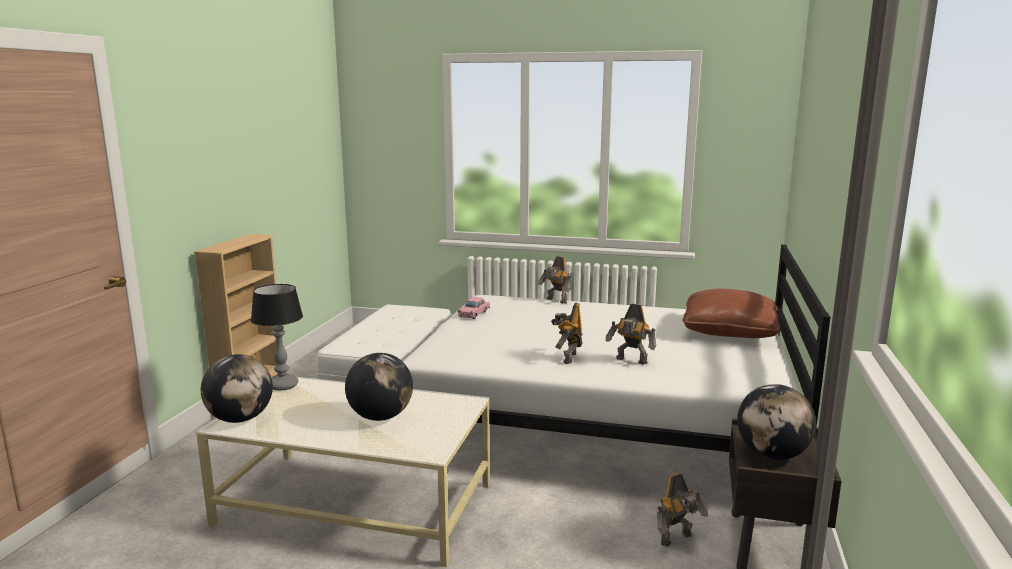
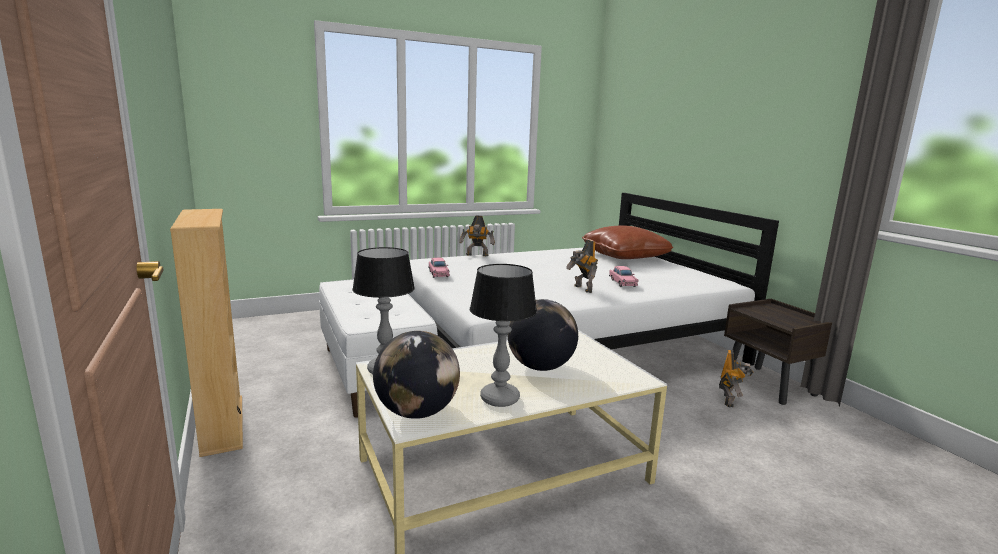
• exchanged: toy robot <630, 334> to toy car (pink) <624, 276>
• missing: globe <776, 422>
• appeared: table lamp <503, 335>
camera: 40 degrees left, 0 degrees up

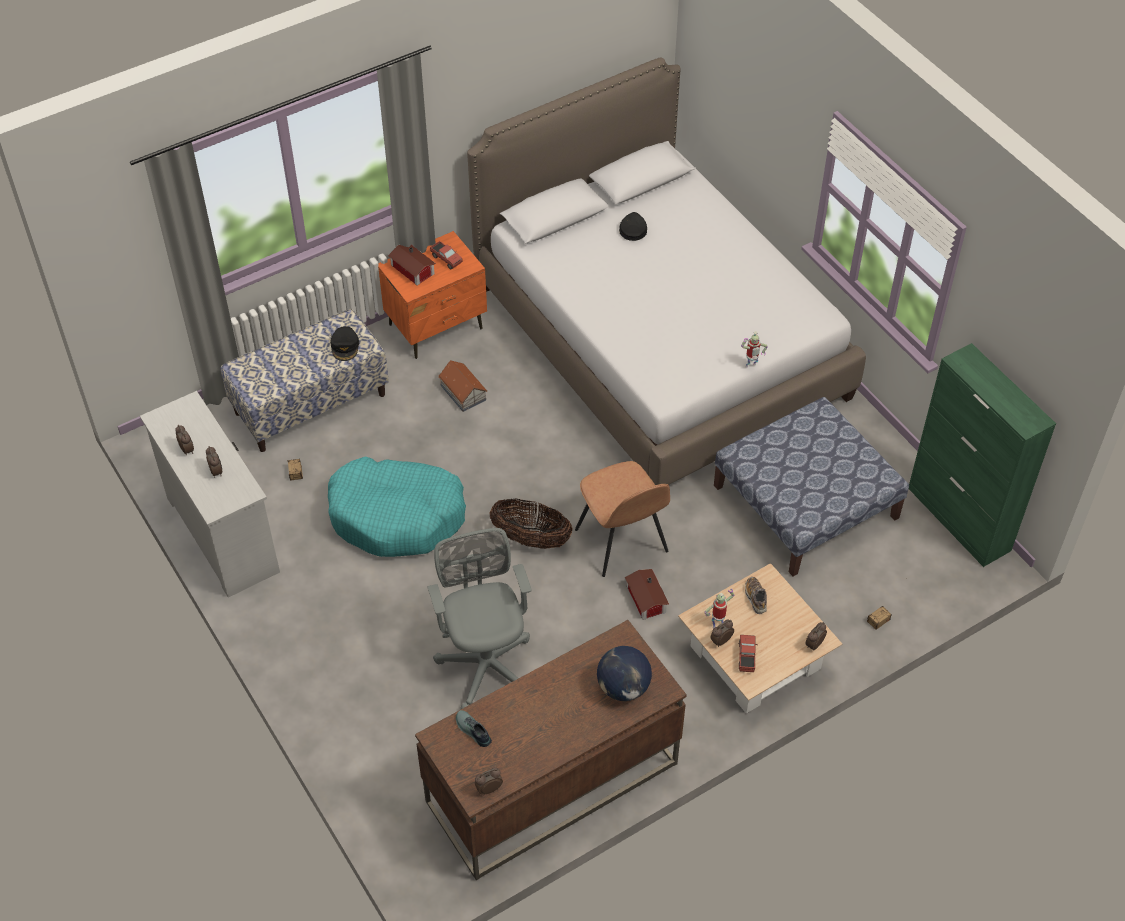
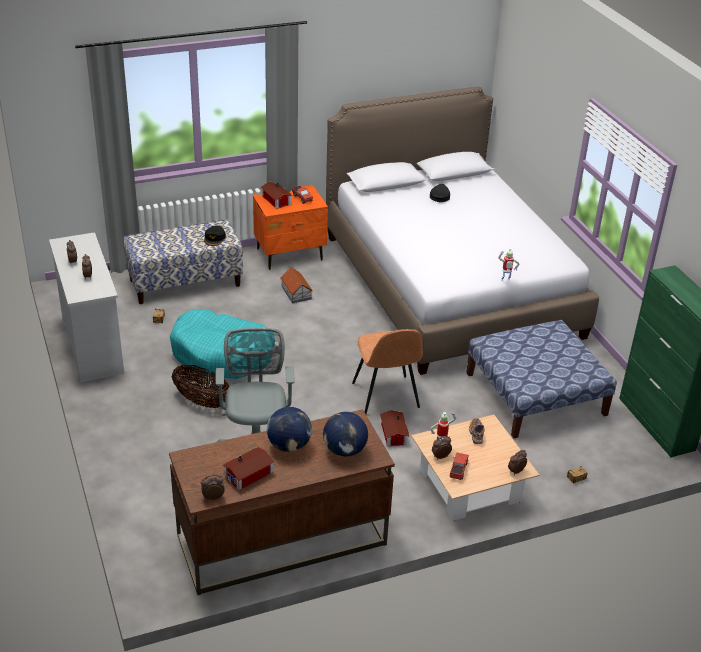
• relocated: basket <531, 524> to <201, 386>
• missing: shoe <474, 728>
• appeared: globe <289, 429>
• appeared: toy house <249, 468>
camera: 10 degrees right, 15 degrees down

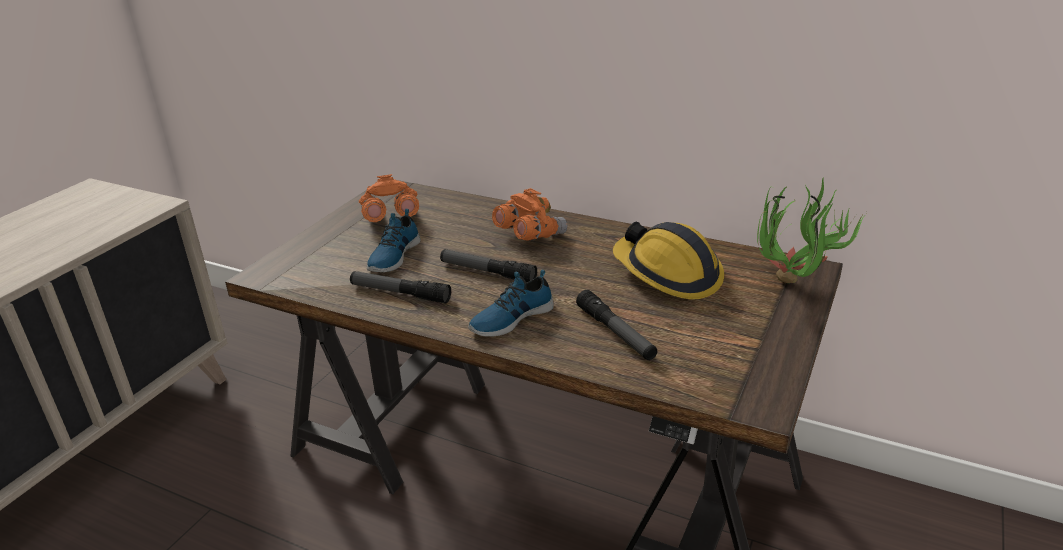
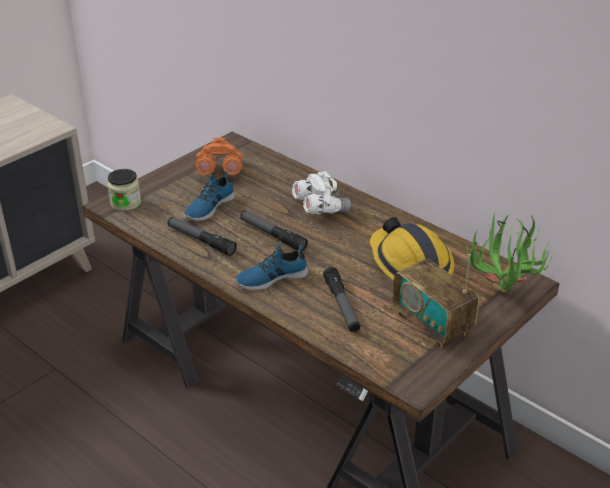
• colour: binoculars (orange) <529, 214> to binoculars (white) <321, 192>
• appeared: jar <124, 190>
• appeared: radio <435, 301>
camera: 15 degrees right, 5 degrees up

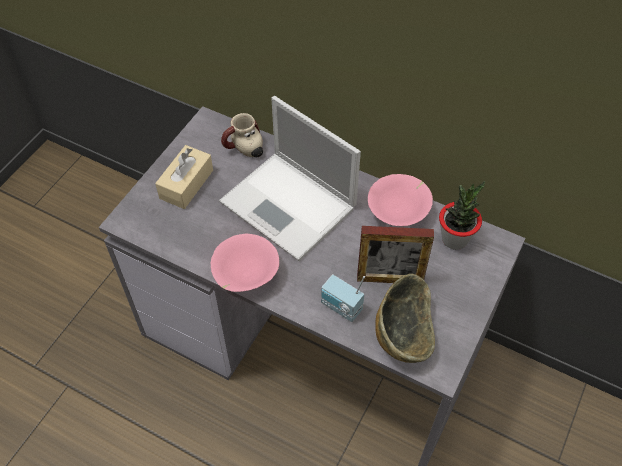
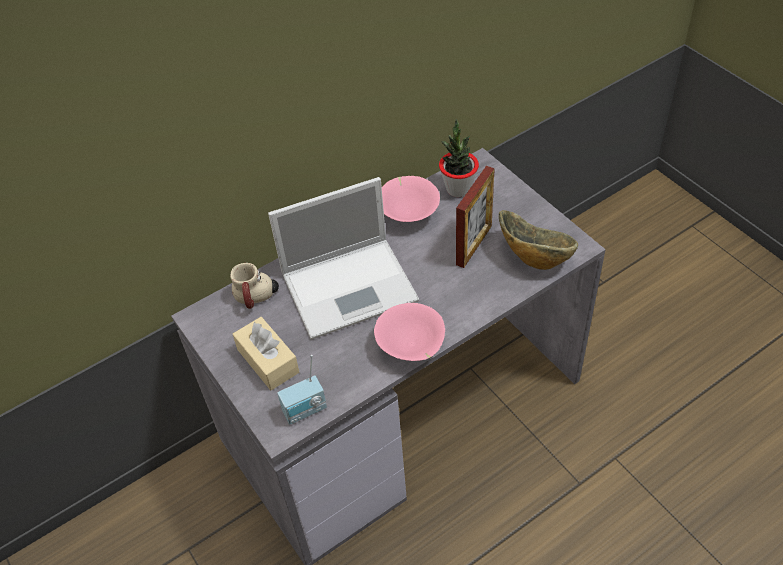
• relocated: radio <343, 298> to <302, 390>
camera: 60 degrees left, 5 degrees down

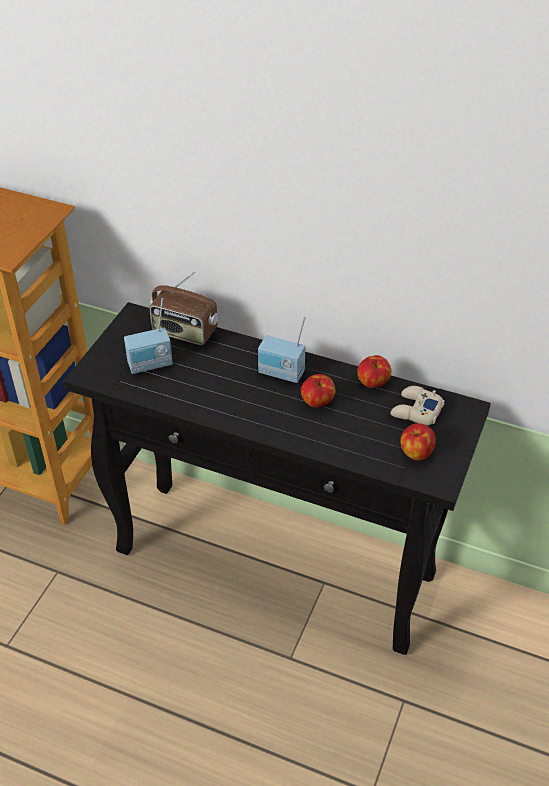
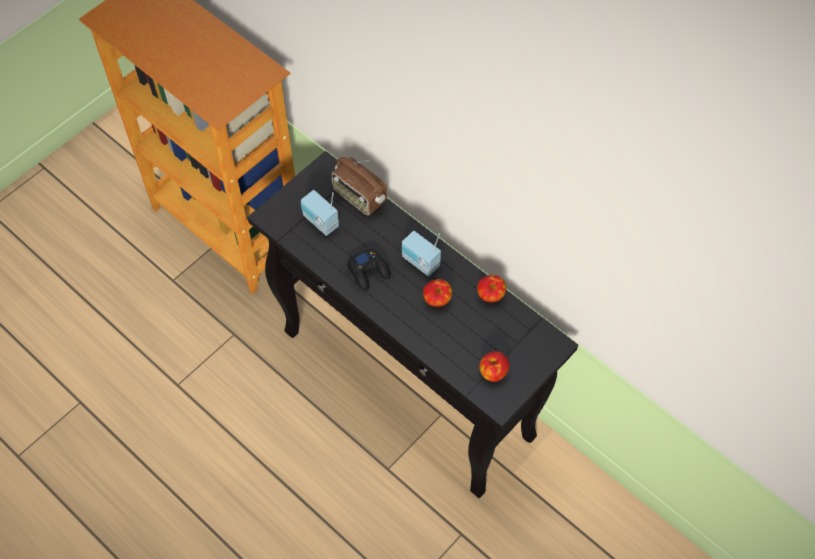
• spun: radio <148, 336> = <320, 213> 45 degrees clockwise
• missing: game controller (beige) <417, 405>
• appeared: game controller (black) <369, 269>
camera: 20 degrees right, 15 degrees up

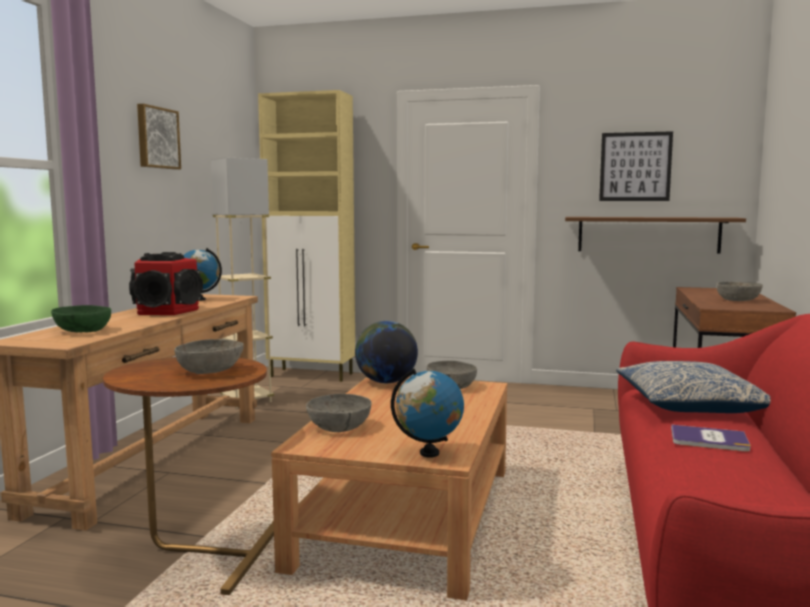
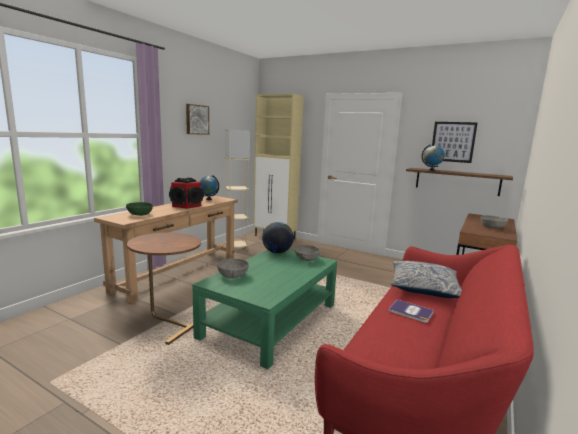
• missing: bowl (grey) <209, 356>
• relocated: globe <427, 413> to <433, 158>
• colour: coffee table (brown) <389, 488> to coffee table (green) <264, 309>
camera: 15 degrees right, 5 degrees up

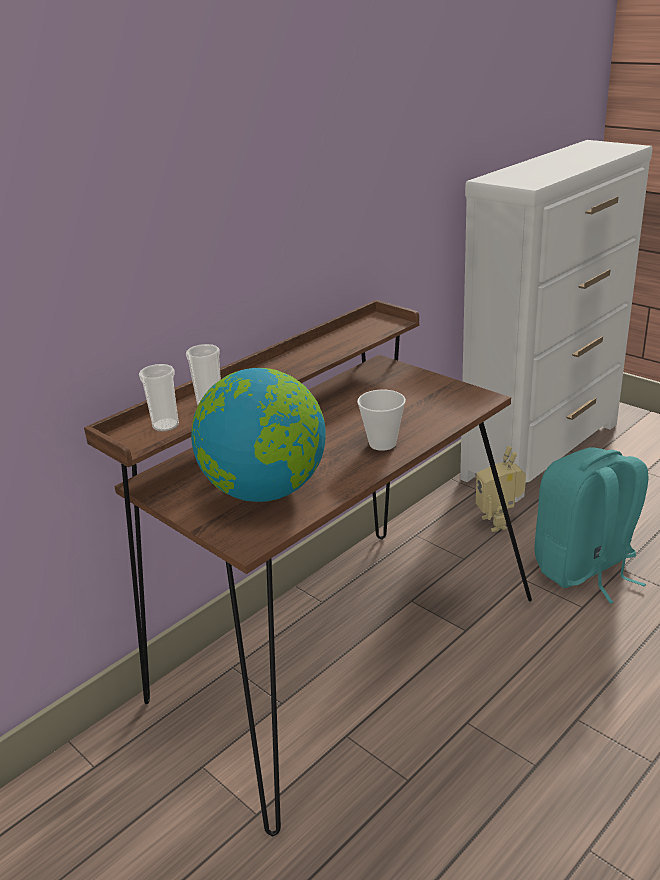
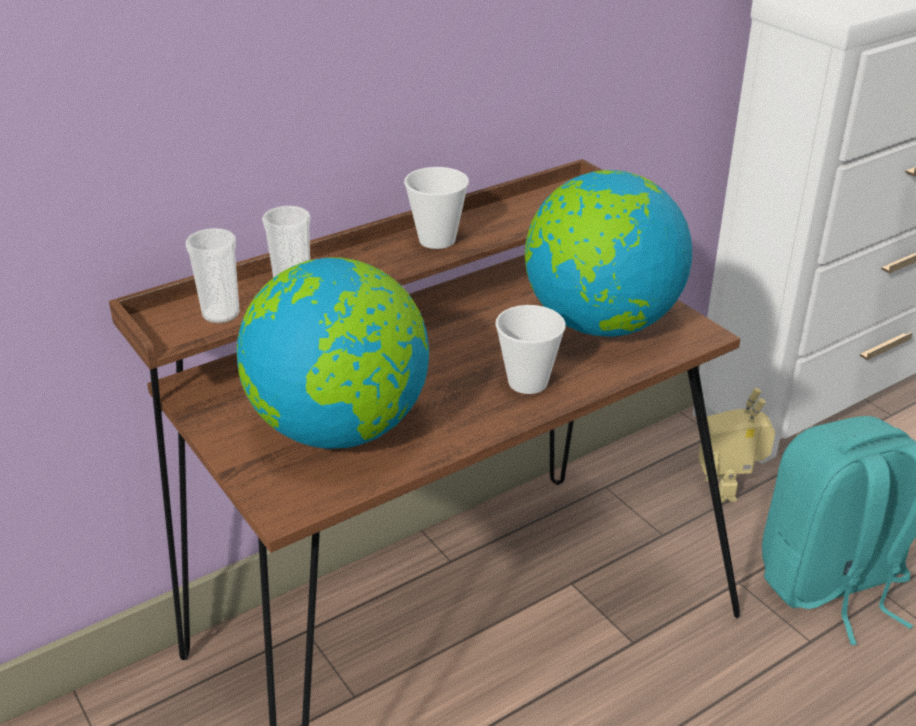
• appeared: cup <436, 208>
• appeared: globe <608, 253>
camera: 10 degrees right, 5 degrees up

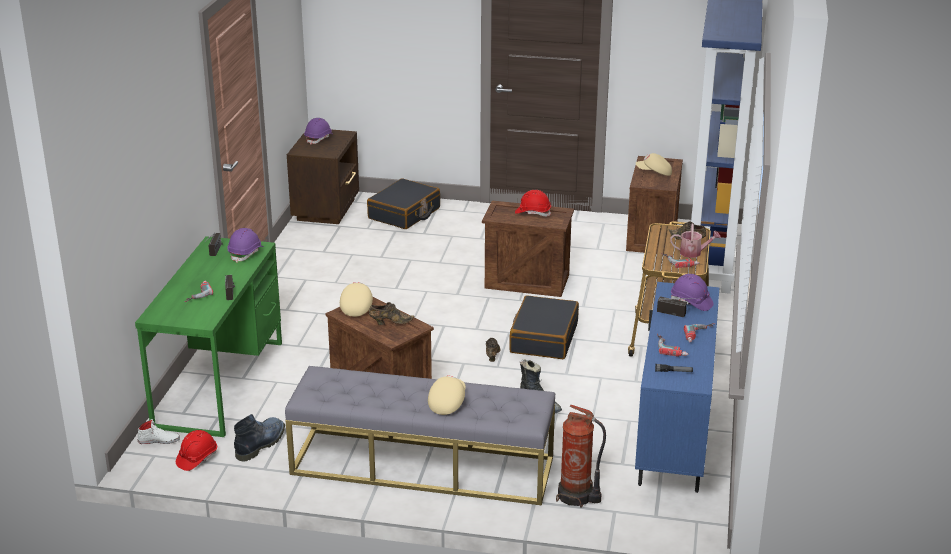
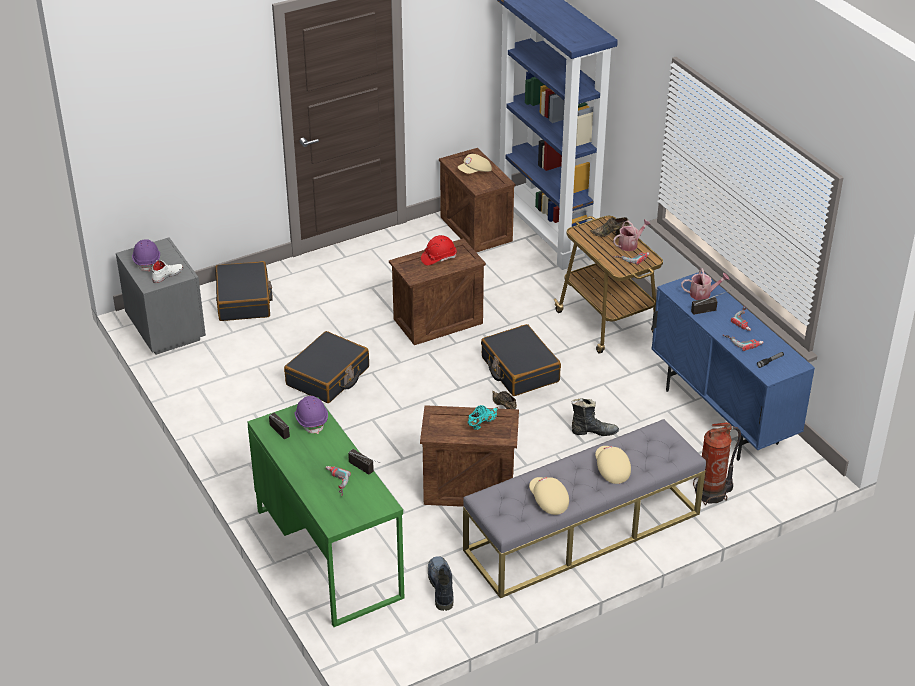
• colour: nightstand (brown) <323, 177> to nightstand (grey) <161, 296>
• exchanged: hard hat (purple) <692, 292> to watering can <705, 284>
• relocated: cap (beige) <356, 299> to <549, 496>
• colour: shoe (brown) <392, 313> to shoe (turquoise) <483, 417>
• relocated: shoe (white) <159, 431> to <167, 271>
• missing: hard hat (red) <196, 450>
• appeared: suitcase (black) <326, 367>
camera: 40 degrees left, 10 degrees up

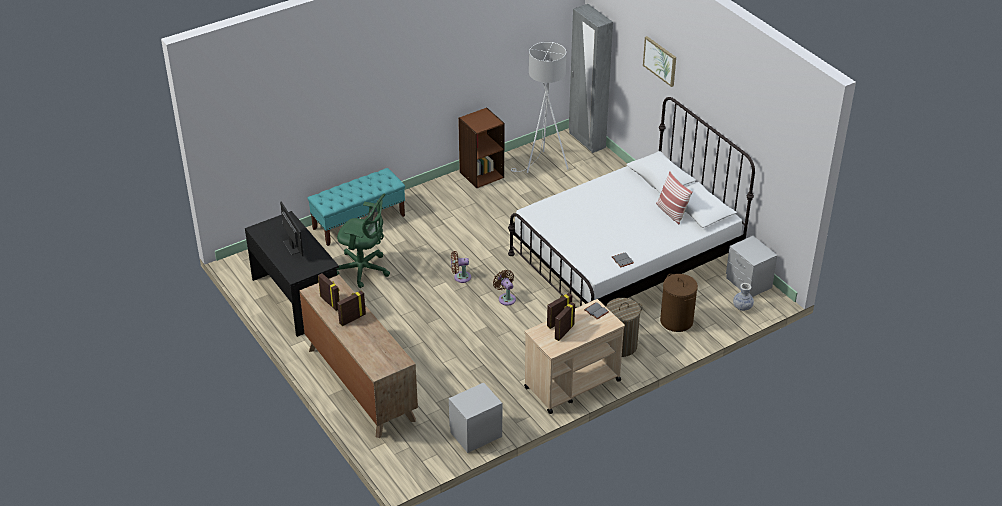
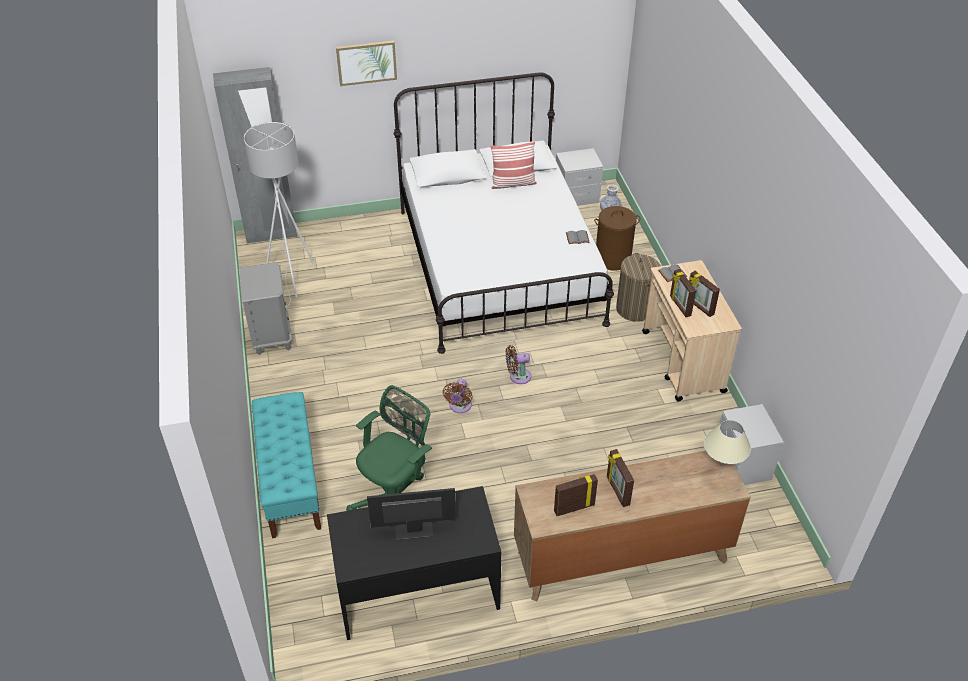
• exchanged: bookcase (brown) <481, 147> to nightstand (grey) <265, 309>
• appeared: table lamp (beige) <727, 448>
camera: 70 degrees left, 5 degrees up

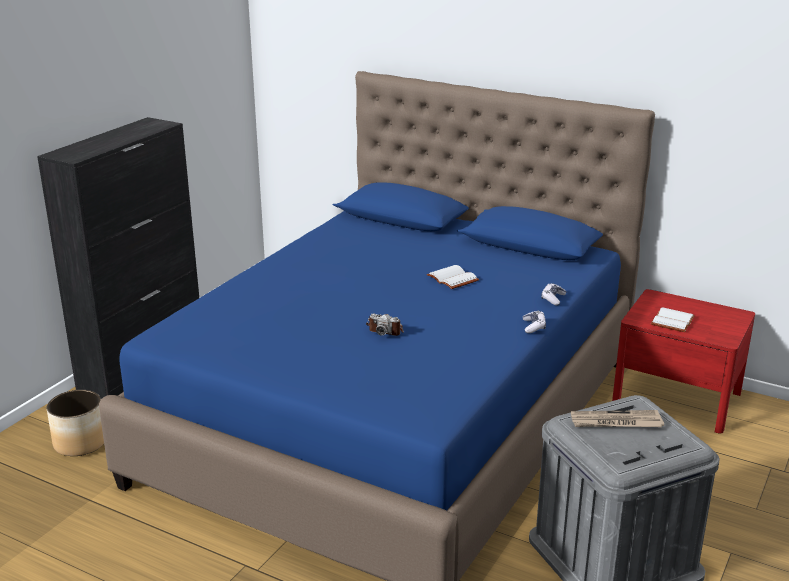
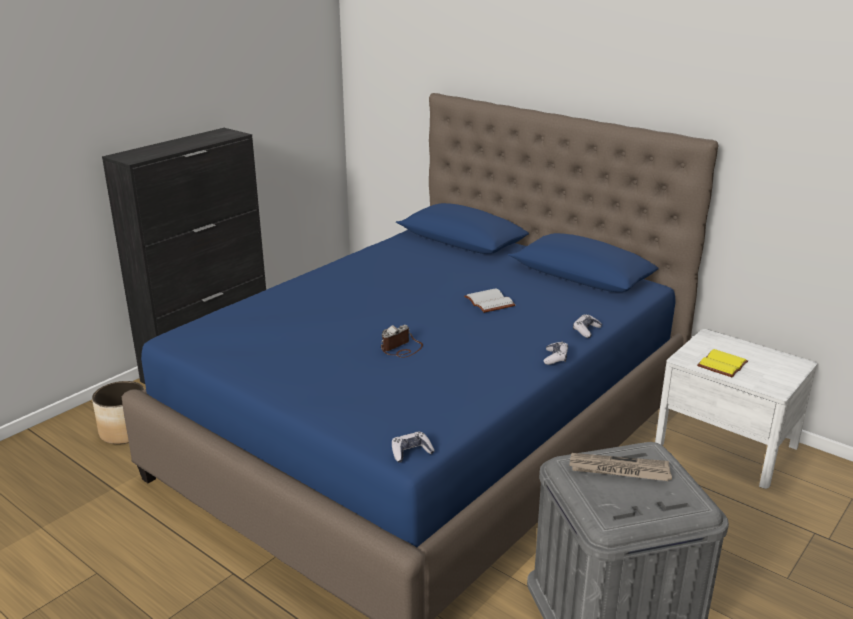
• colour: nightstand (red) <683, 361> to nightstand (white) <736, 409>
• colour: book (white) <673, 319> to book (yellow) <722, 363>
• spun: photo camera <385, 324> = <402, 341> 105 degrees clockwise
• appeared: game controller <413, 447>
camera: 10 degrees right, 0 degrees up

